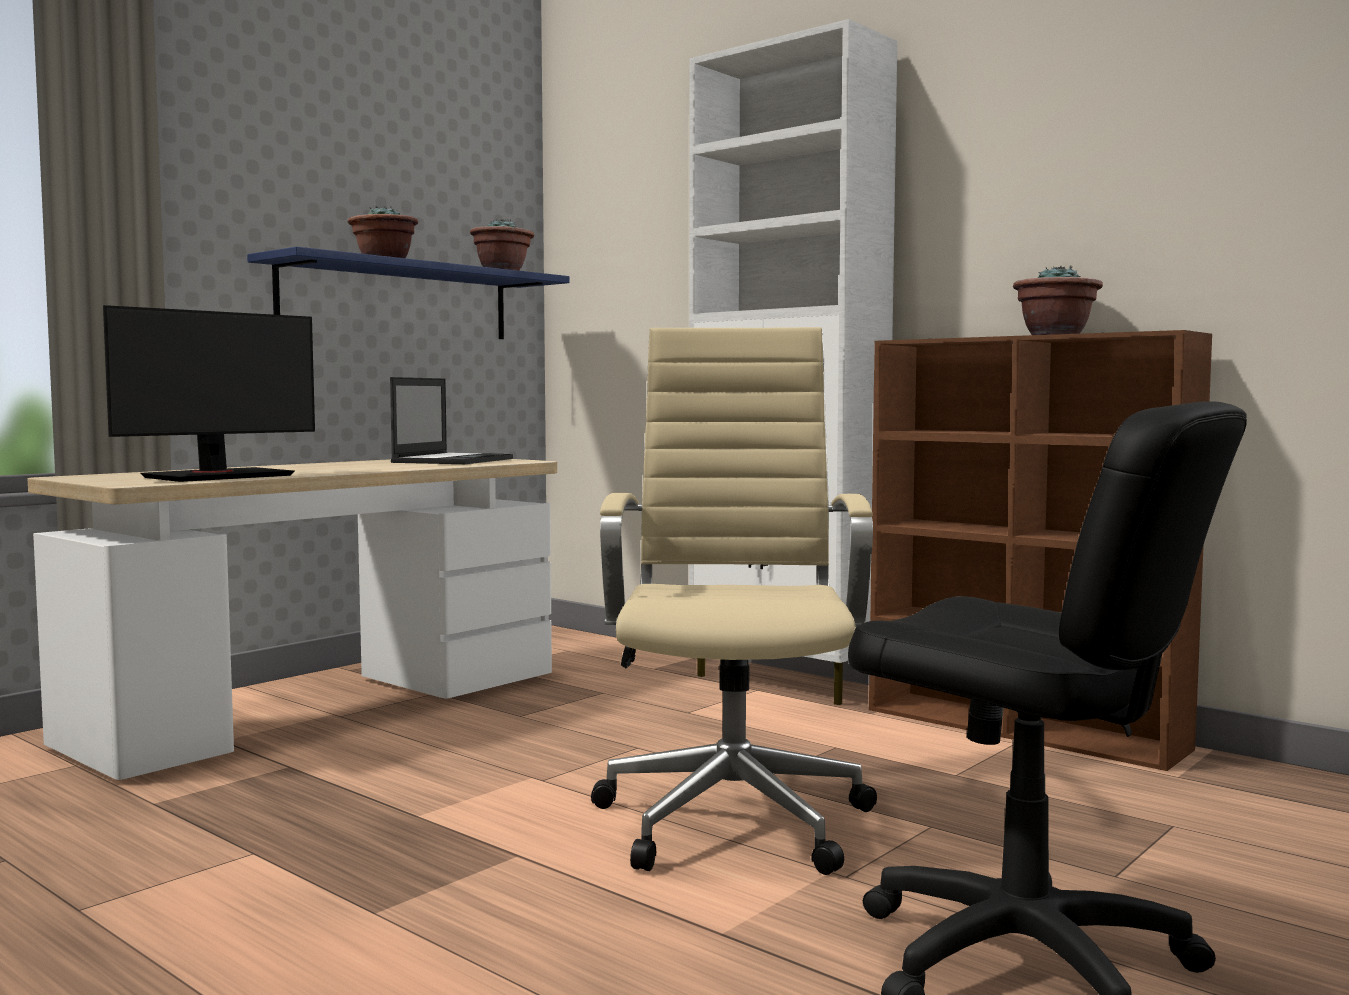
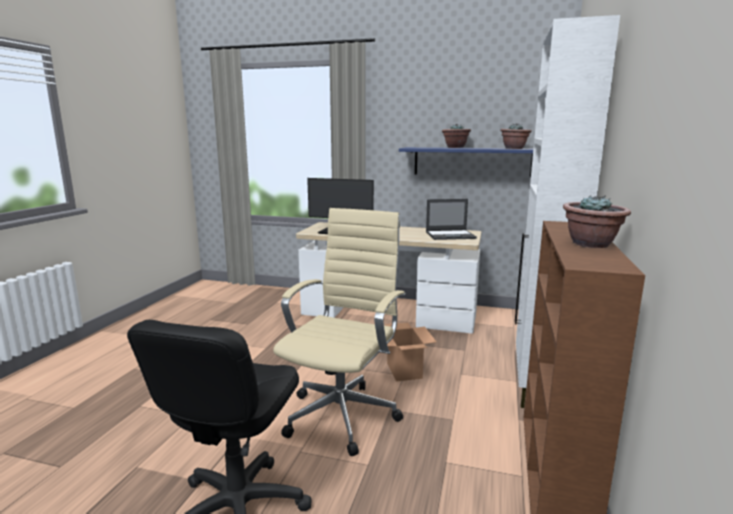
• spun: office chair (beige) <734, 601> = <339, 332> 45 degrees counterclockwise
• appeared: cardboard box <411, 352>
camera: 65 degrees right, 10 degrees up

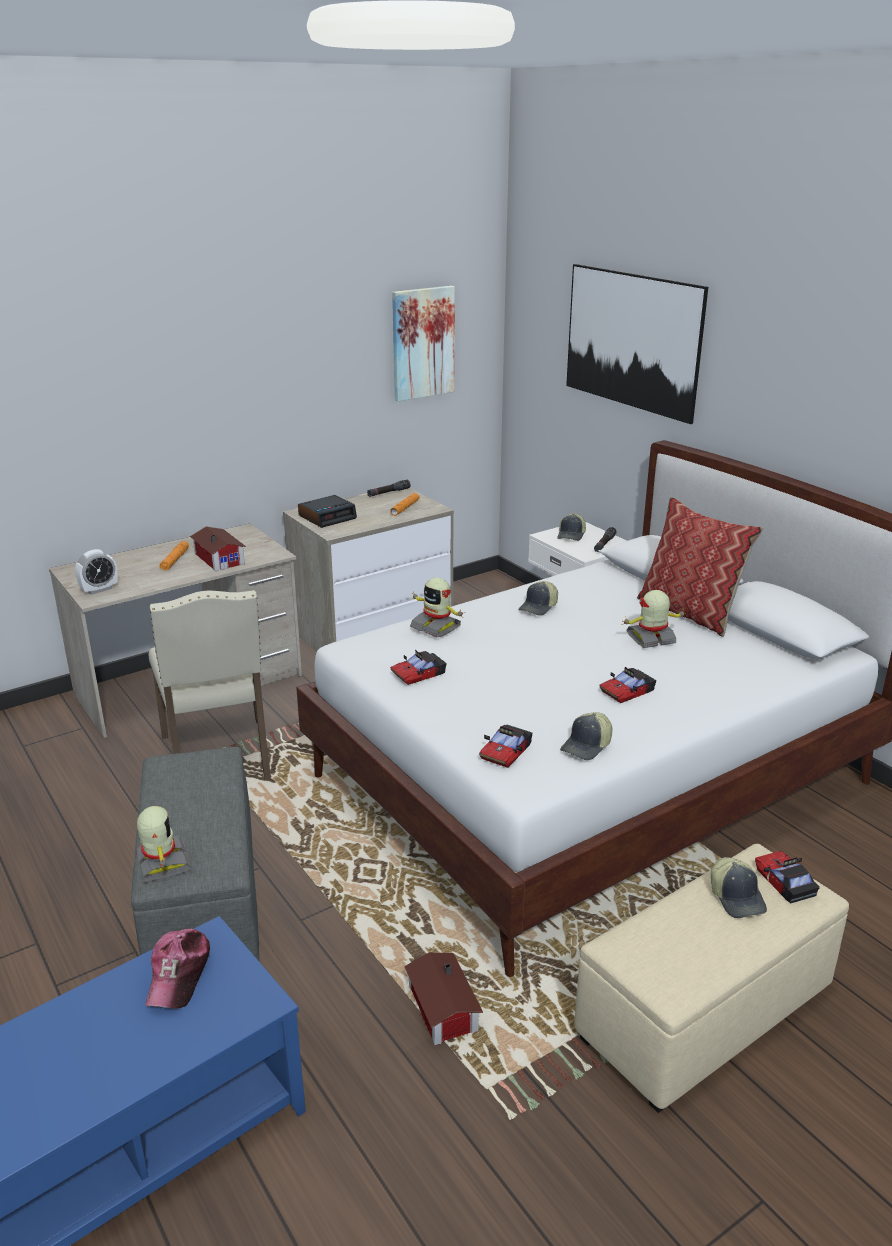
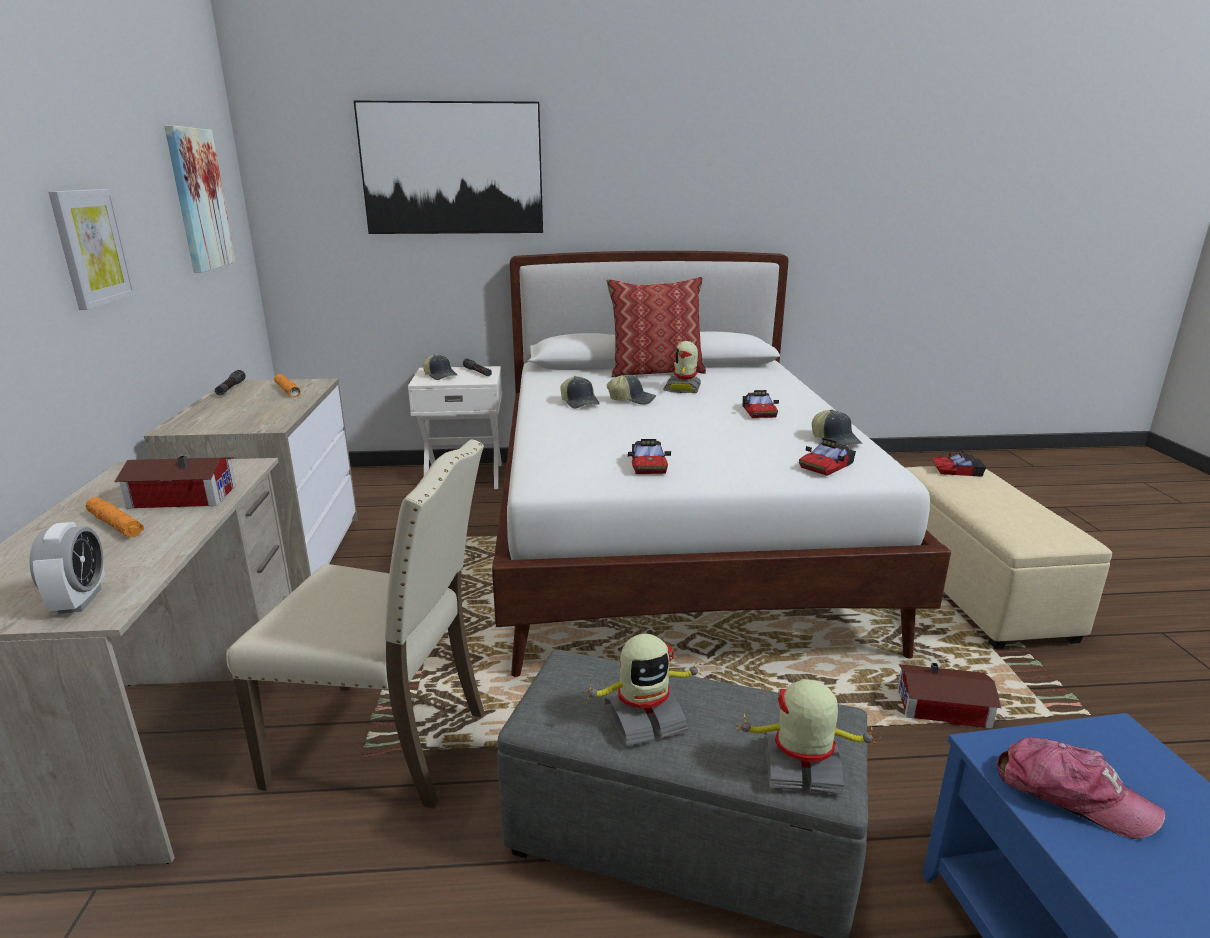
• missing: alarm clock <327, 511>
• relocated: toy robot <436, 607> to <642, 690>
• spun: toy car <505, 746> = <827, 457> 75 degrees clockwise
• relocated: cap <739, 887> to <631, 390>
• appeared: picture <92, 249>
camera: 60 degrees left, 5 degrees down

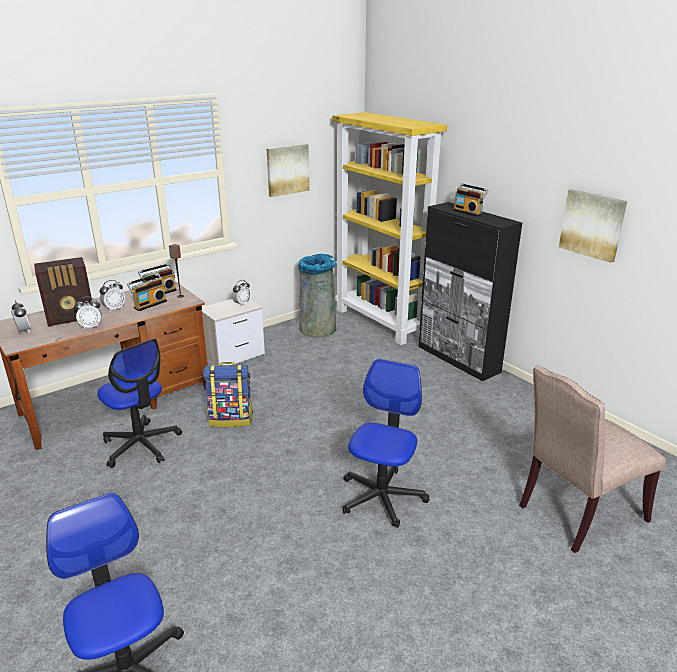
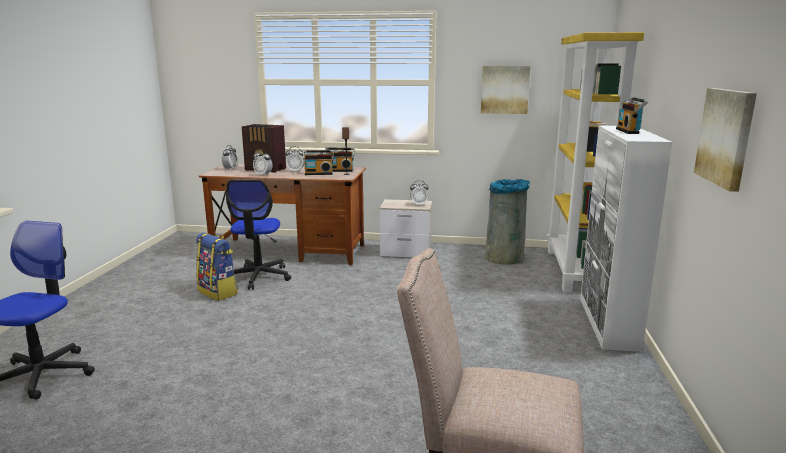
• colour: cabinet (black) <470, 291> to cabinet (white) <626, 239>
• missing: office chair <385, 443>
• relocated: backpack <228, 394> to <217, 267>
camera: 45 degrees right, 10 degrees down

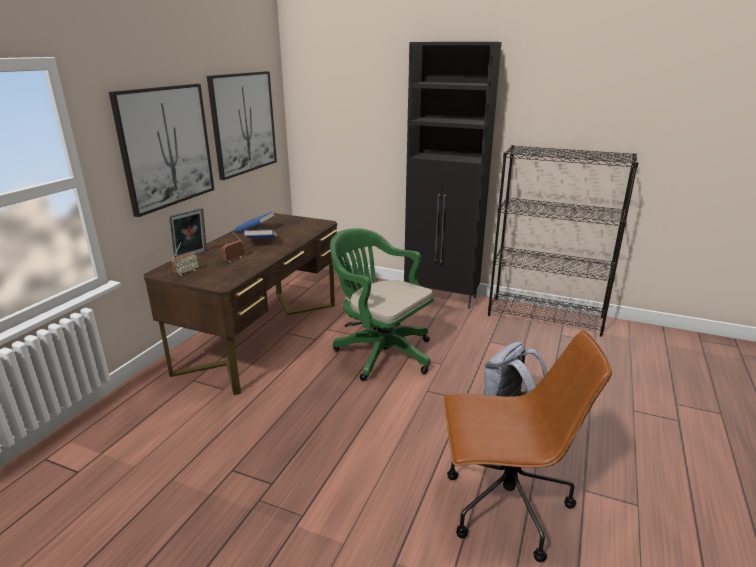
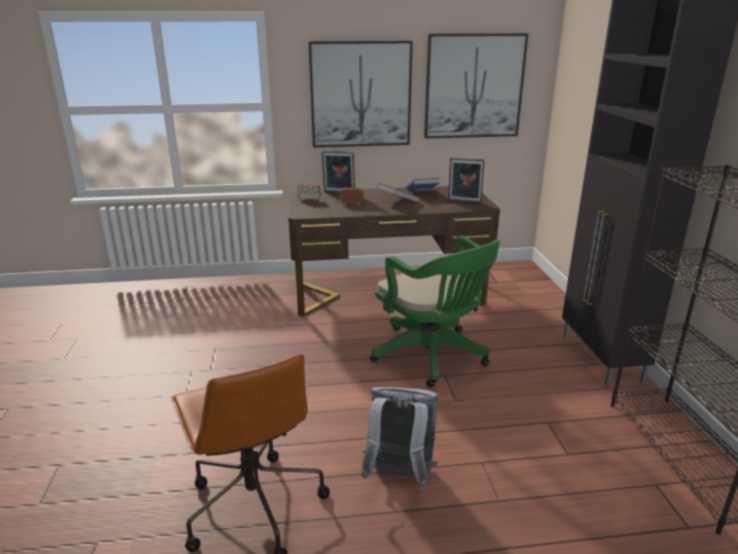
• spun: office chair (green) <382, 304> = <435, 312> 135 degrees clockwise
• appeared: picture frame <466, 180>
camera: 60 degrees right, 0 degrees up

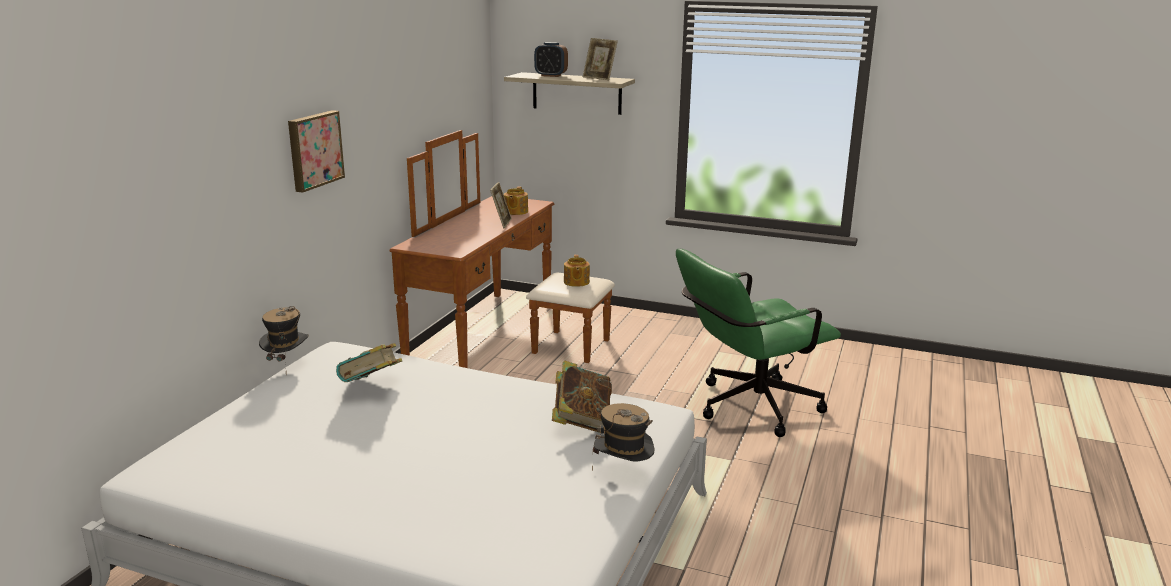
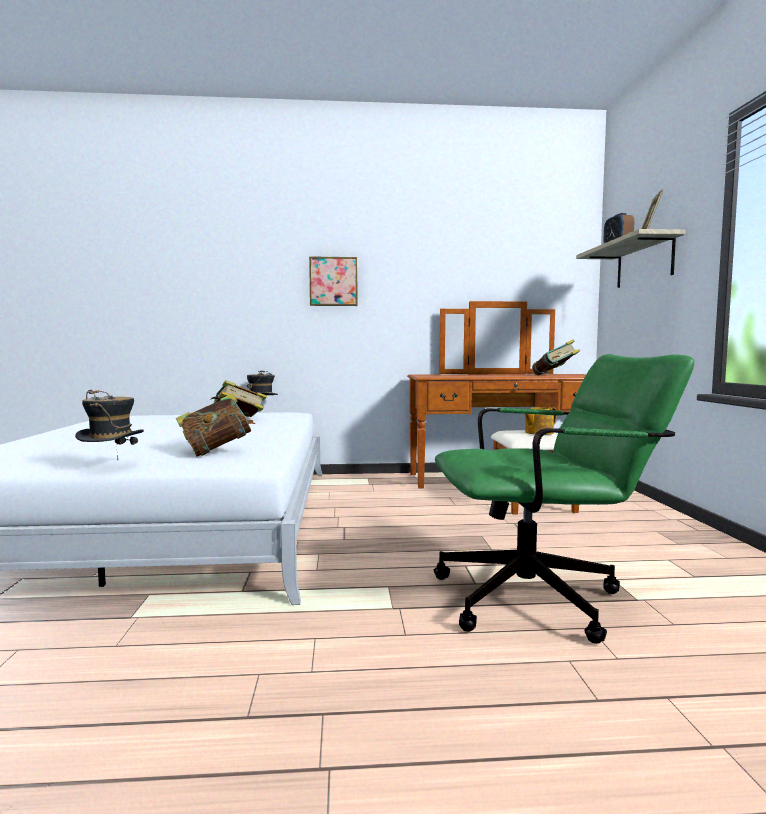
• missing: picture frame <501, 205>
• exchanged: teapot <516, 200> to book <556, 357>
• spun: office chair (green) <758, 342> = <563, 499> 135 degrees clockwise
camera: 65 degrees right, 15 degrees down

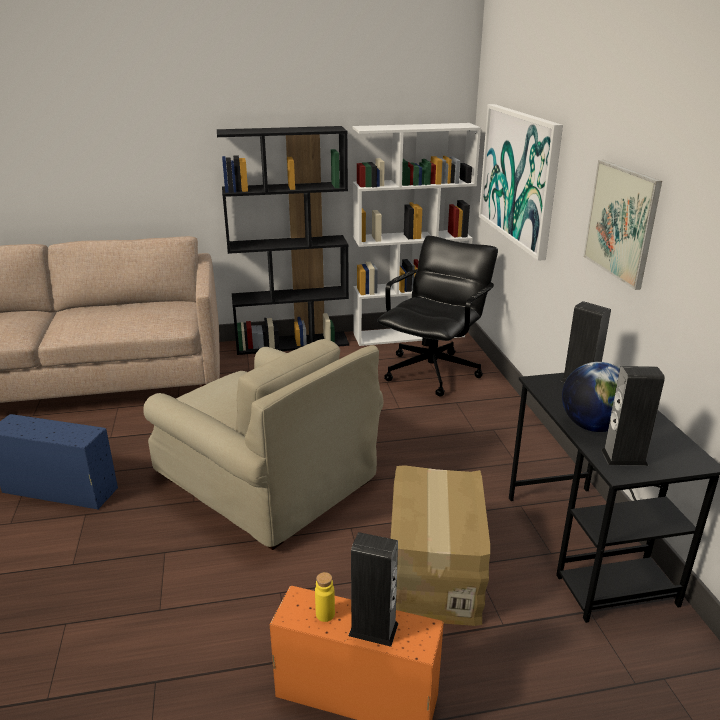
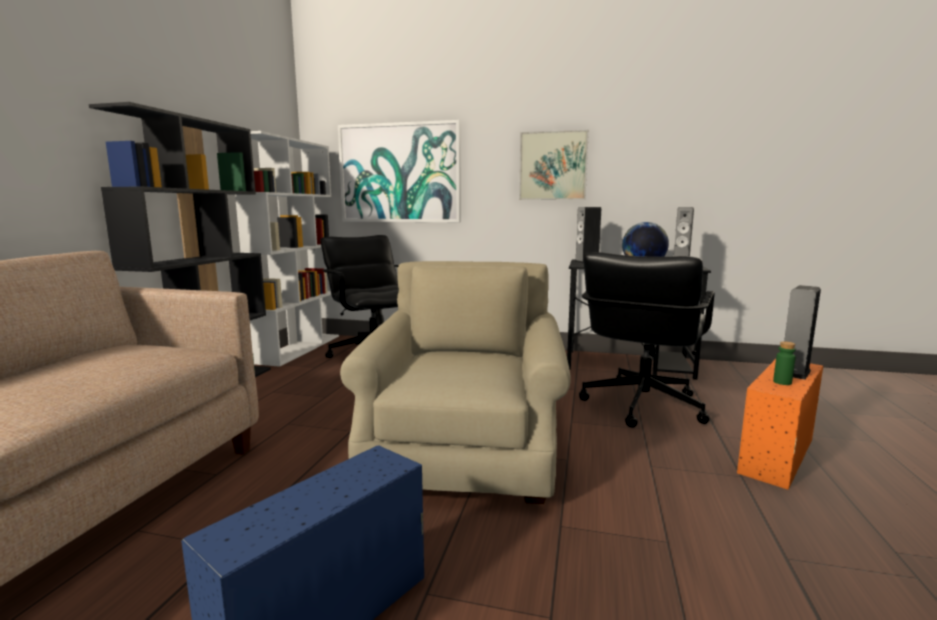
• spun: armchair (beige) <263, 444> = <455, 382> 60 degrees counterclockwise
• exchanged: cardboard box <440, 545> to office chair (black) <647, 340>
• colour: bottle (yellow) <325, 597> to bottle (green) <784, 363>
camera: 65 degrees left, 15 degrees down

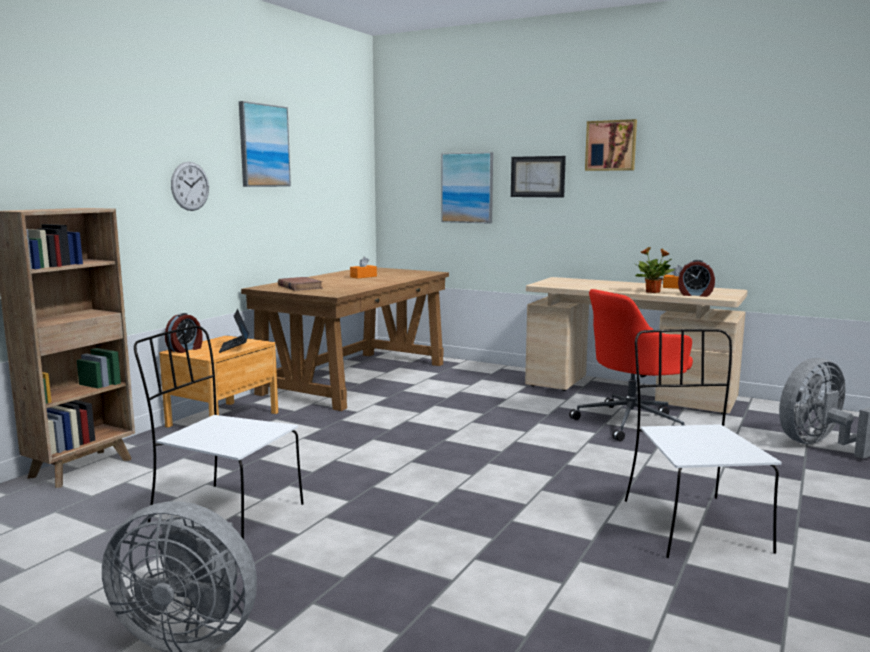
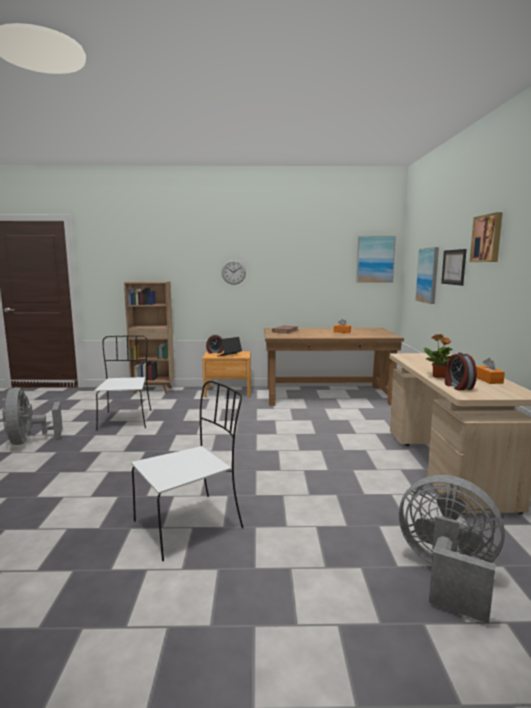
• relocated: picture <265, 144> to <376, 259>
• missing: office chair (red) <631, 365>
camera: 60 degrees right, 0 degrees up

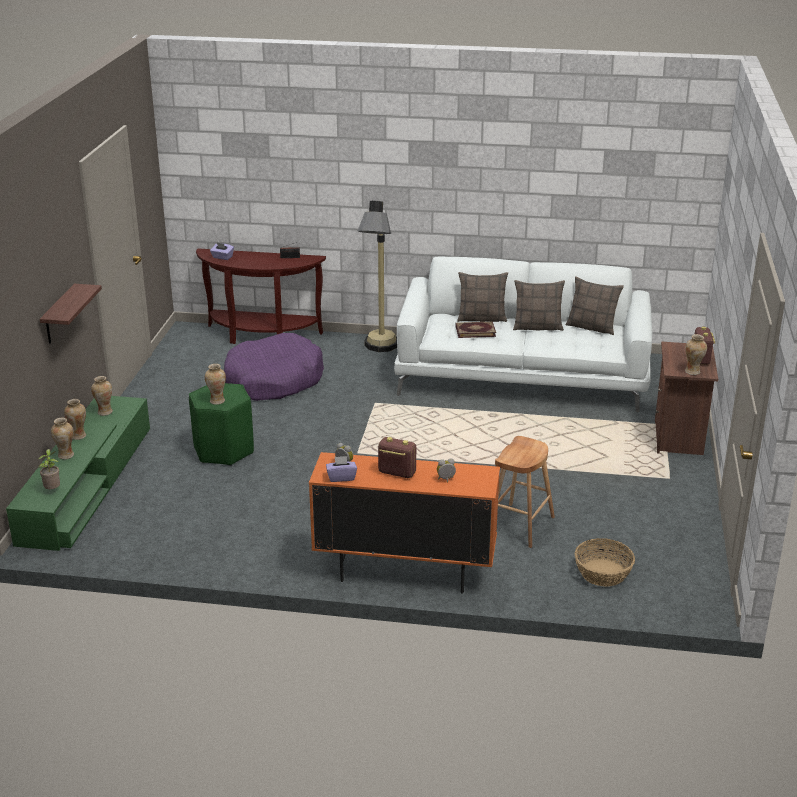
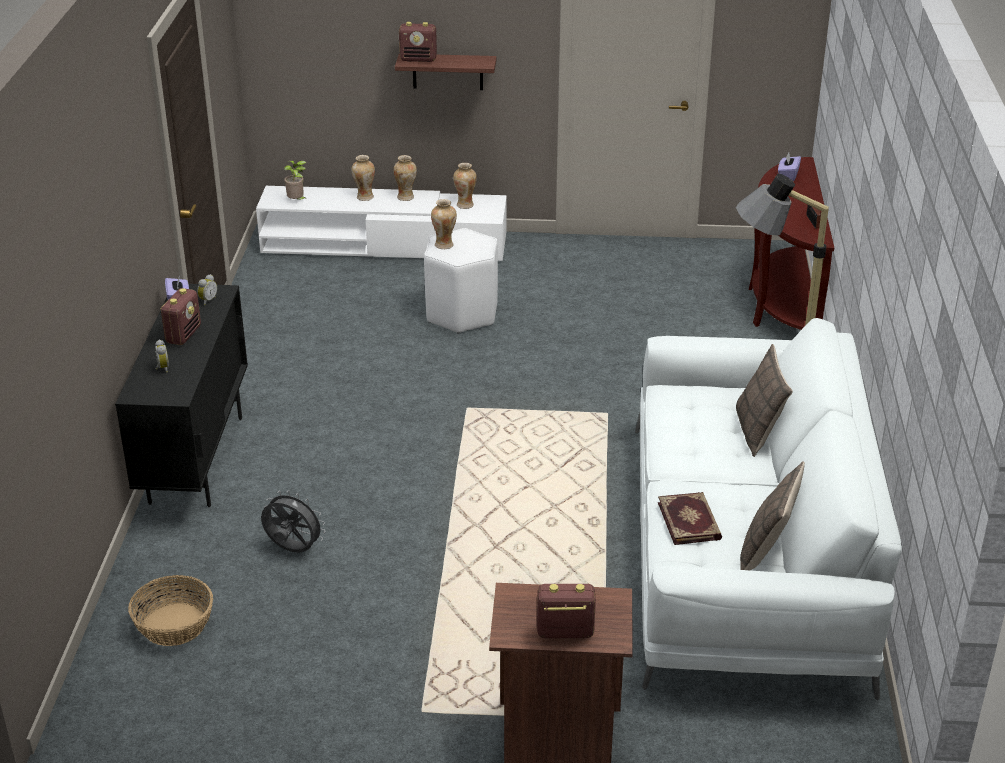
• missing: pillow <539, 305>
• relocated: book <475, 329> to <690, 518>
• missing: dog bed (purple) <274, 367>
• missing: vase <696, 354>
• colour: stool (green) <221, 424> to stool (white) <461, 281>
• colour: tv stand (green) <78, 473> to tv stand (white) <381, 223>
• exchanged: stool (brown) <525, 492> to fan (grey) <293, 521>
• colour: cabinet (orange) <404, 523> to cabinet (black) <181, 395>
• appeared: radio <418, 42>
camera: 85 degrees right, 5 degrees up

